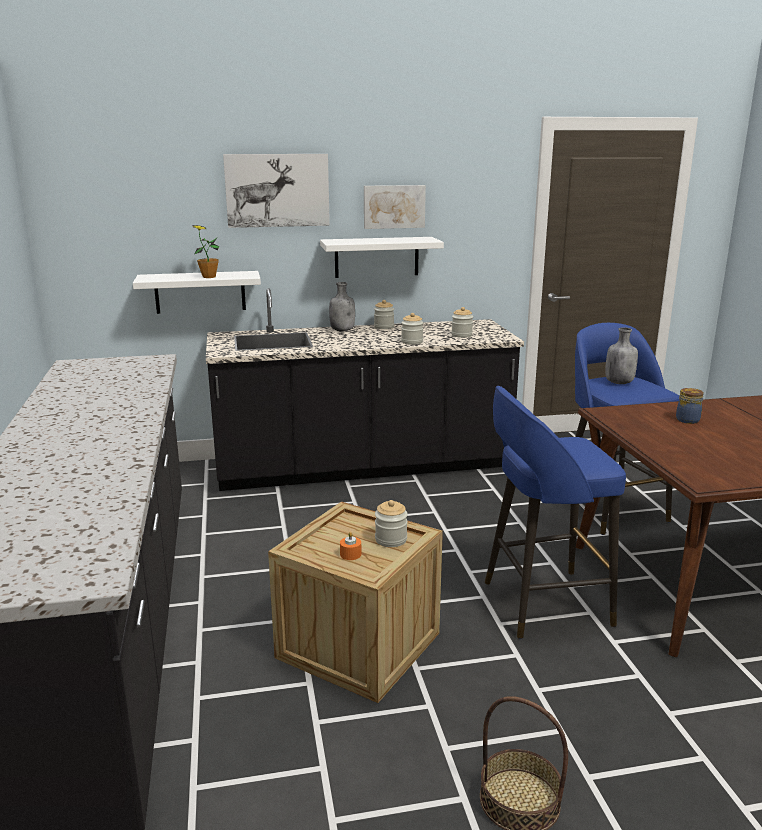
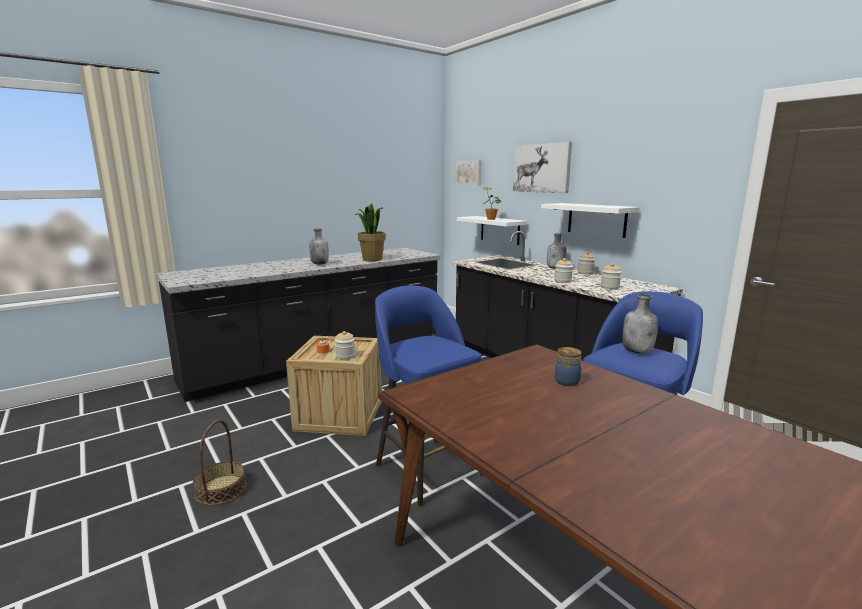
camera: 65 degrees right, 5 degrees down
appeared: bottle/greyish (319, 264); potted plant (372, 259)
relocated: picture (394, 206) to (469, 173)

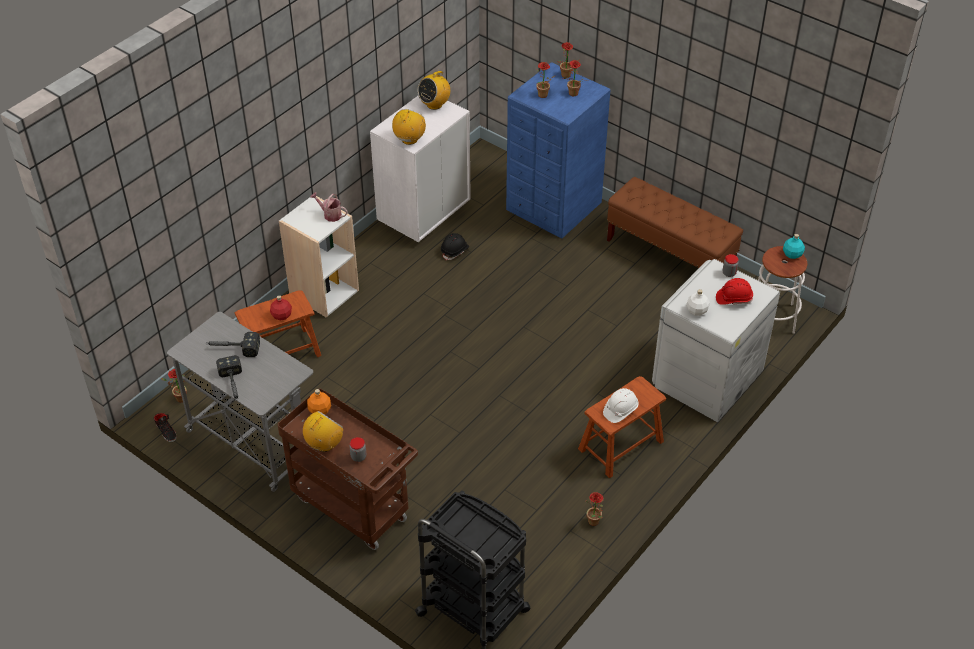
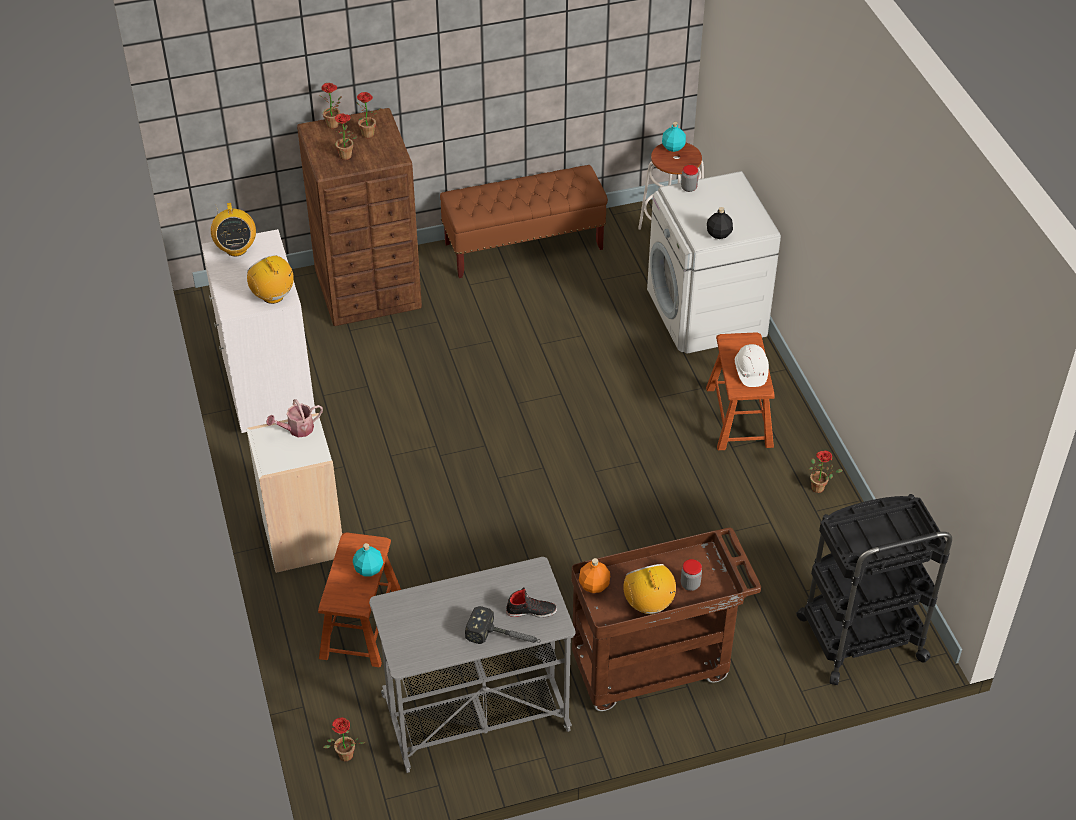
camera: 55 degrees left, 0 degrees up
missing: hand hammer (232, 348); safety helmet/black (455, 251); safety helmet/red (733, 298)
relocated: shoe/black (166, 431) to (531, 611)
colour: drawer chest/bluish (553, 207) to drawer chest/brownish (368, 289); bottle/red (281, 316) to bottle/turquoise (368, 569); bottle/white-coloured (697, 310) to bottle/black (719, 234)

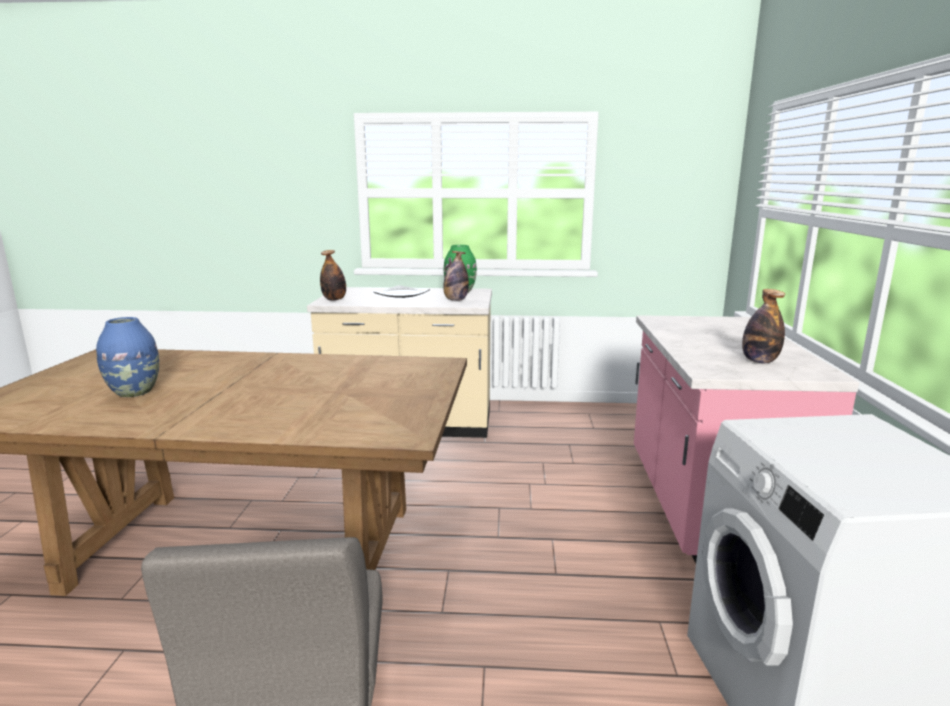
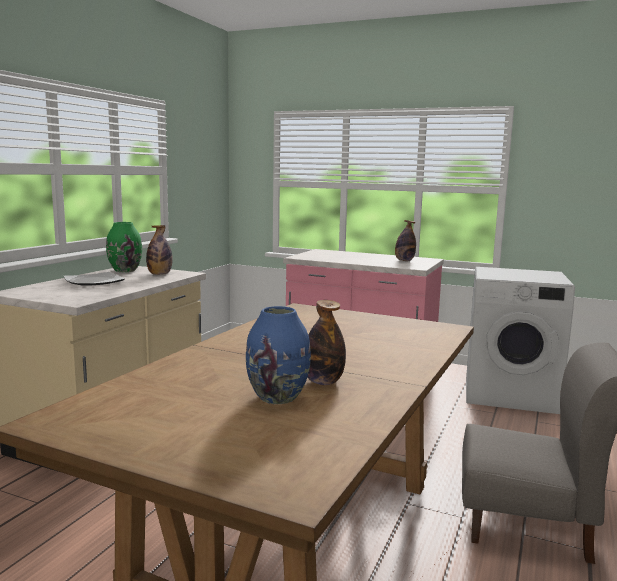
camera: 70 degrees left, 5 degrees down
relocated: bottle (334, 299) to (323, 382)

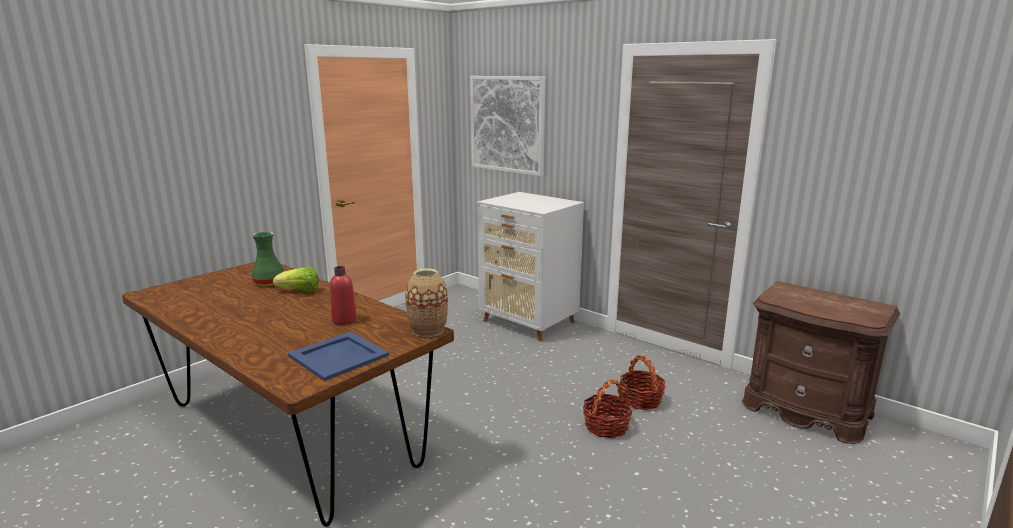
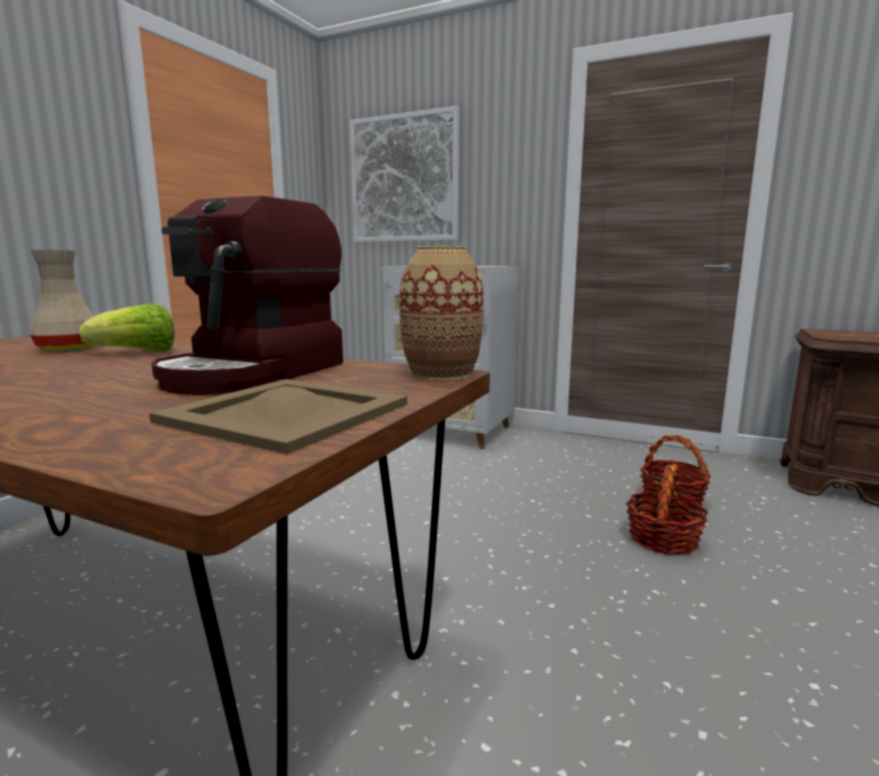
camera: 15 degrees left, 5 degrees down
exchanged: bottle/red (344, 320) to coffee brewer (255, 373)
colour: decorative vase/green-coloured (270, 283) to decorative vase/beige (70, 348); carrying tray/bluish (338, 356) to carrying tray/beige (286, 413)

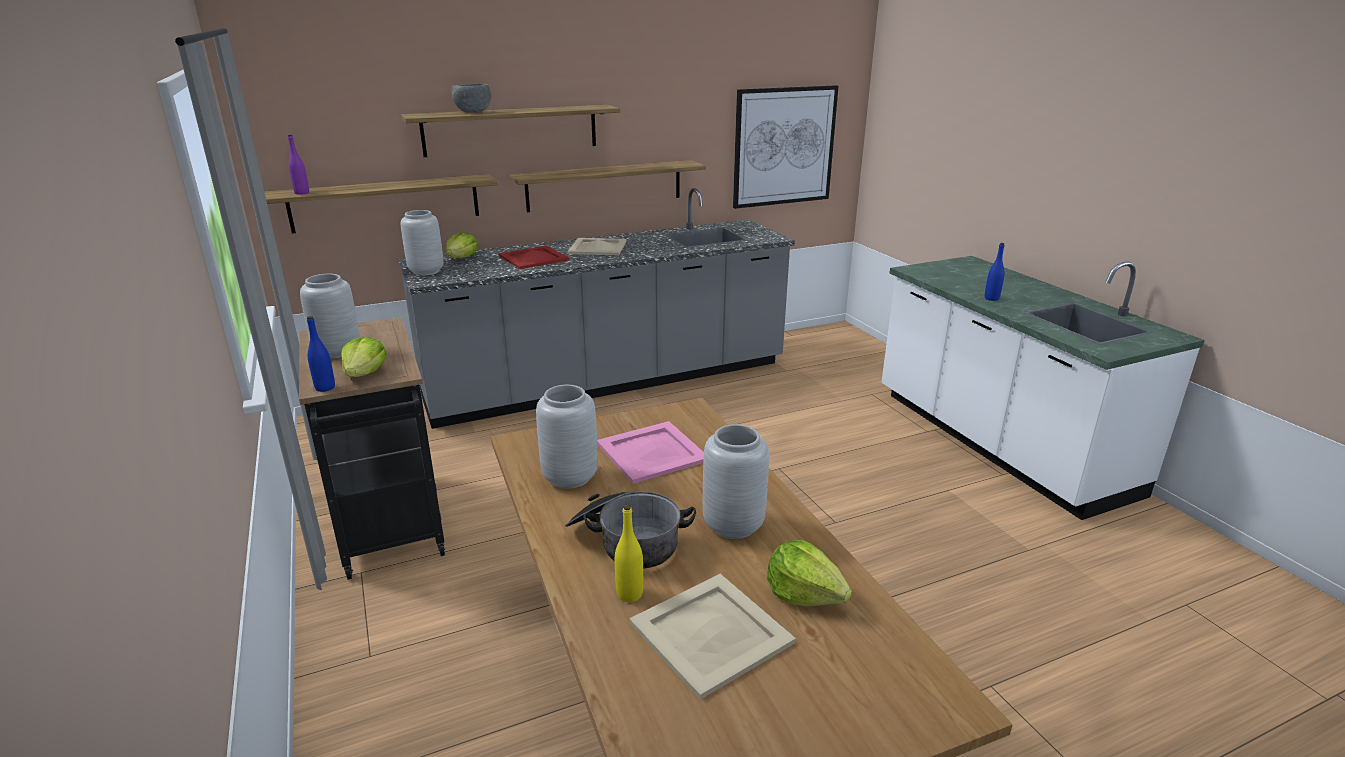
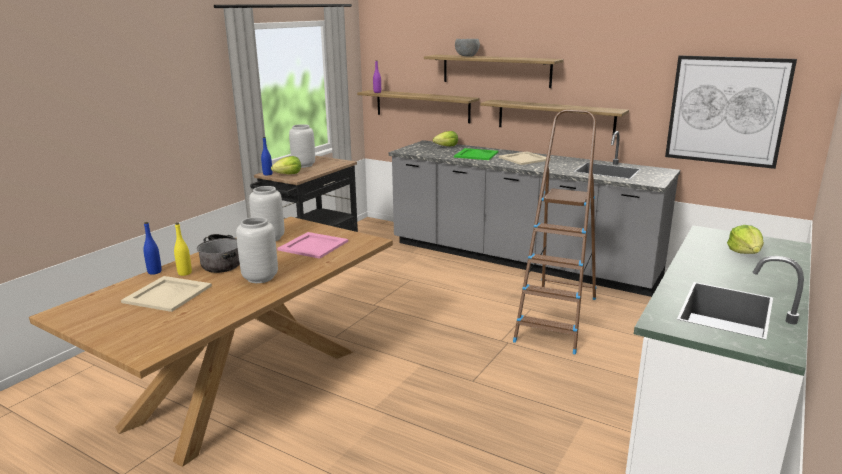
camera: 55 degrees right, 5 degrees down
missing: decorative vase/greyish (426, 271)
appeared: stepladder/brownish (557, 319)
relocated: bottle/bluish (991, 298) to (154, 272); head of lettuce (804, 593) to (745, 252)
colour: carrying tray/red (533, 258) to carrying tray/green-coloured (476, 155)

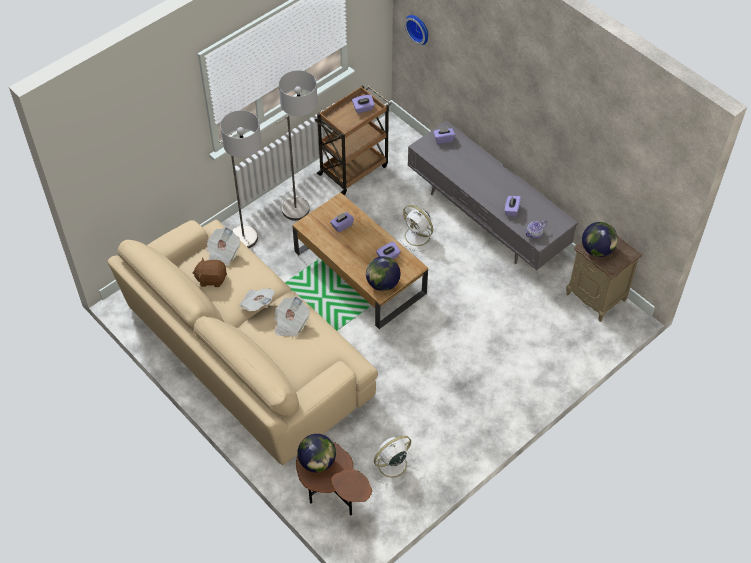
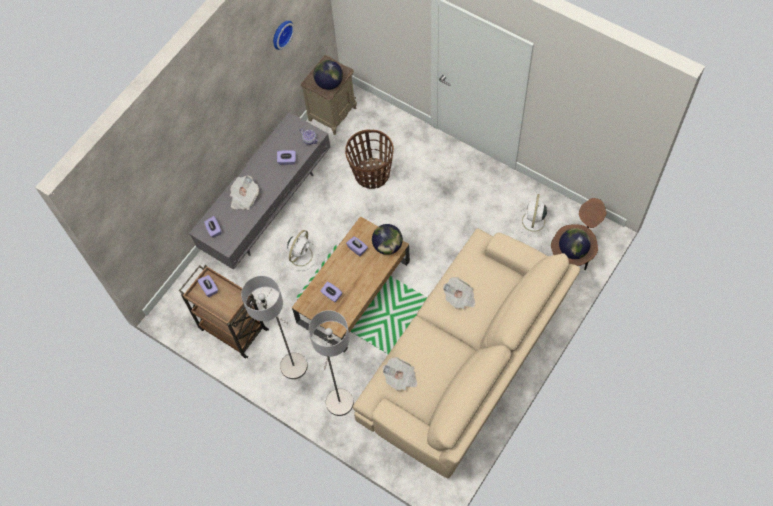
camera: 100 degrees left, 10 degrees up
missing: cuddly toy/brownish (211, 279)
appeared: basket (371, 174)
relocated: newspaper (257, 304) to (244, 198); clock on the wall (418, 28) to (281, 33)
spun: cooling fan/white-coloured (391, 465) = (533, 222) 60 degrees clockwise

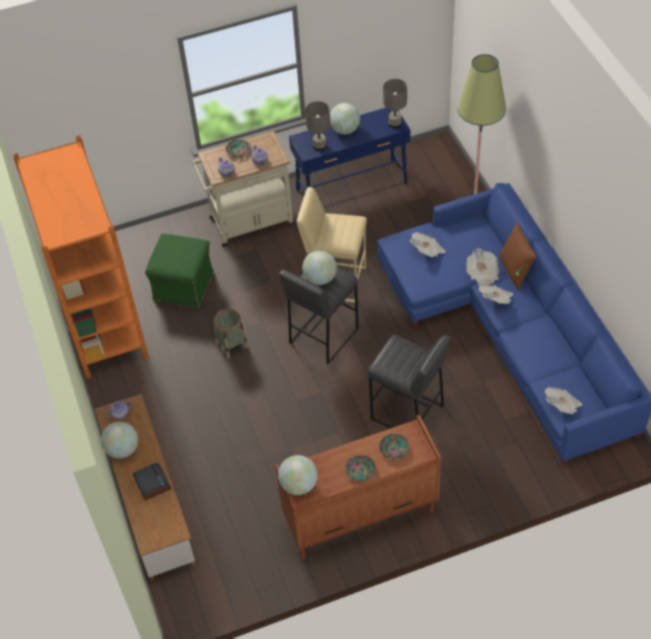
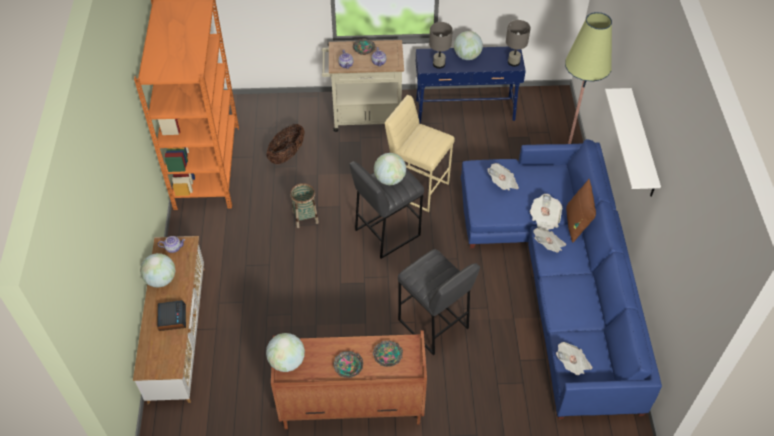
camera: 15 degrees right, 0 degrees up
appeared: bracket shelf/white-coloured (642, 144)
exchanged: pouffe/green-coloured (183, 285) to basket (287, 154)

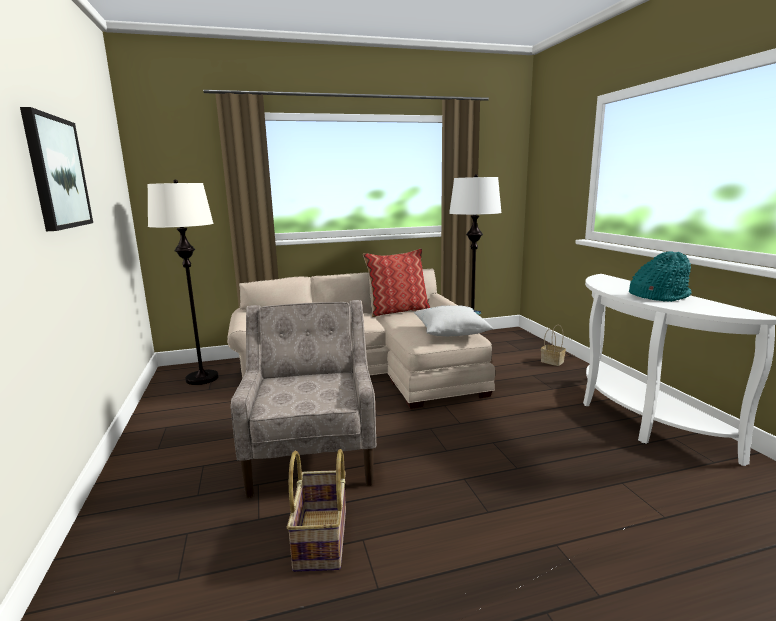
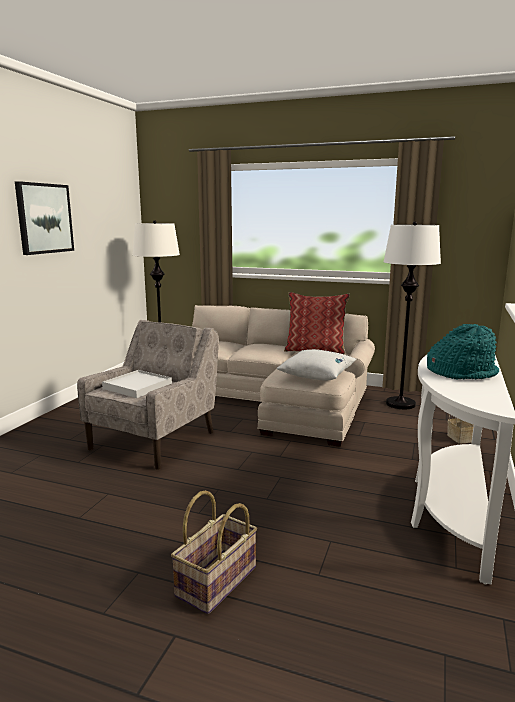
camera: 35 degrees right, 0 degrees up
appeared: carrying tray/white-coloured (137, 386)
relocated: basket (322, 539) to (217, 582)

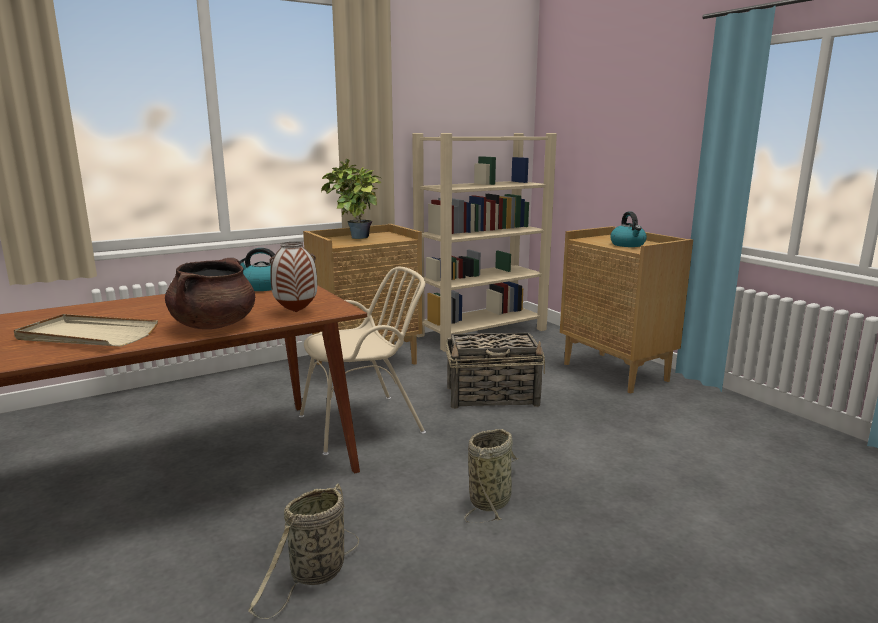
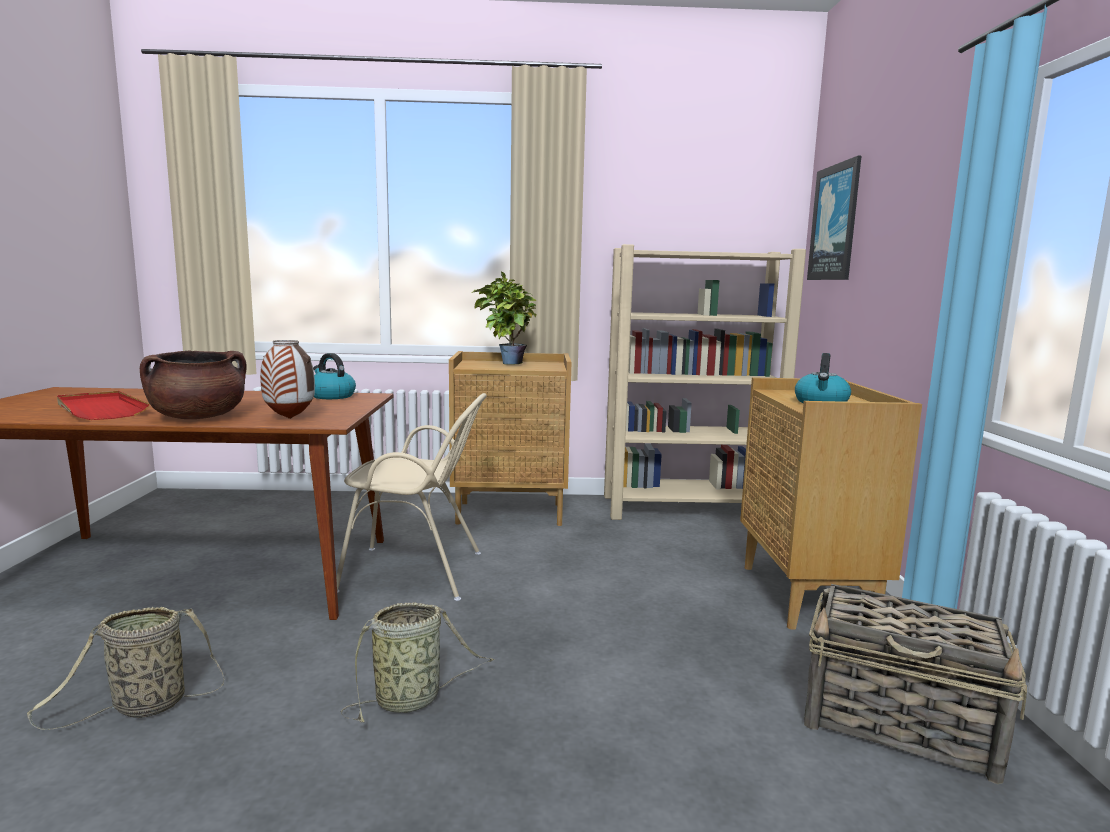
camera: 30 degrees right, 5 degrees down
appeared: picture (835, 223)
relocated: basket (493, 396) to (900, 725)
colour: carrying tray/beige (86, 336) to carrying tray/red (100, 409)

